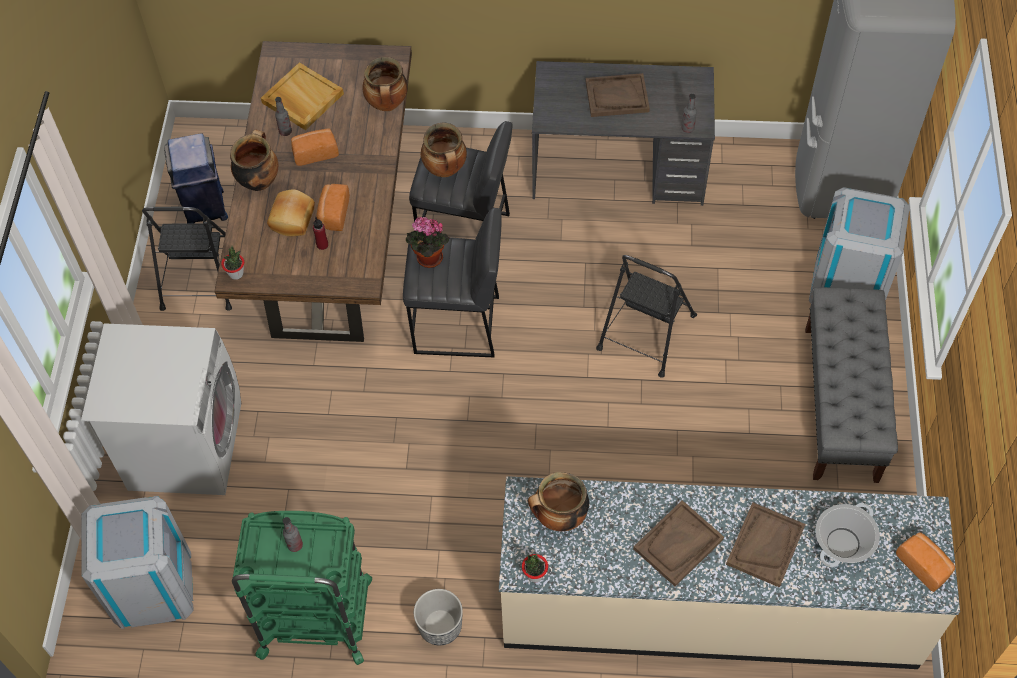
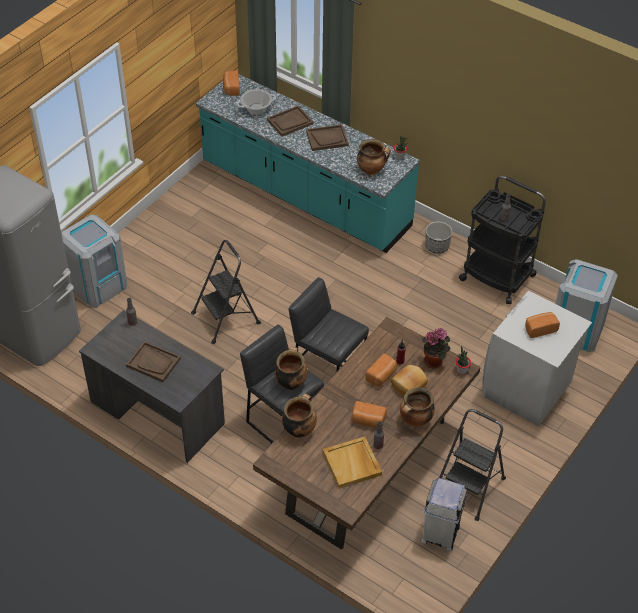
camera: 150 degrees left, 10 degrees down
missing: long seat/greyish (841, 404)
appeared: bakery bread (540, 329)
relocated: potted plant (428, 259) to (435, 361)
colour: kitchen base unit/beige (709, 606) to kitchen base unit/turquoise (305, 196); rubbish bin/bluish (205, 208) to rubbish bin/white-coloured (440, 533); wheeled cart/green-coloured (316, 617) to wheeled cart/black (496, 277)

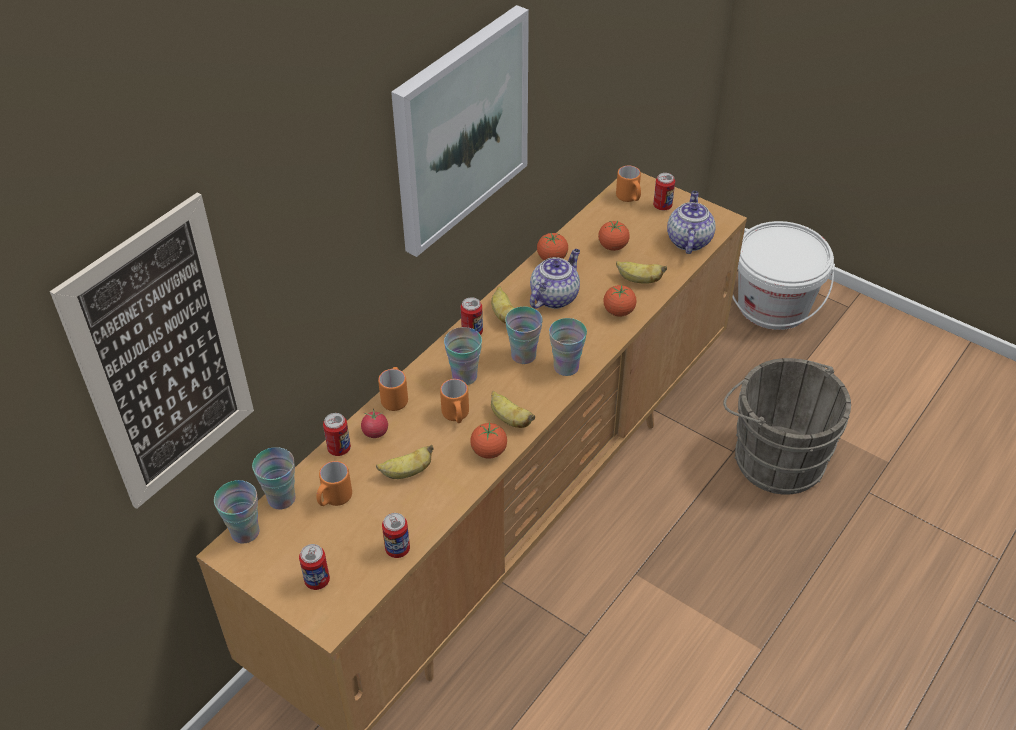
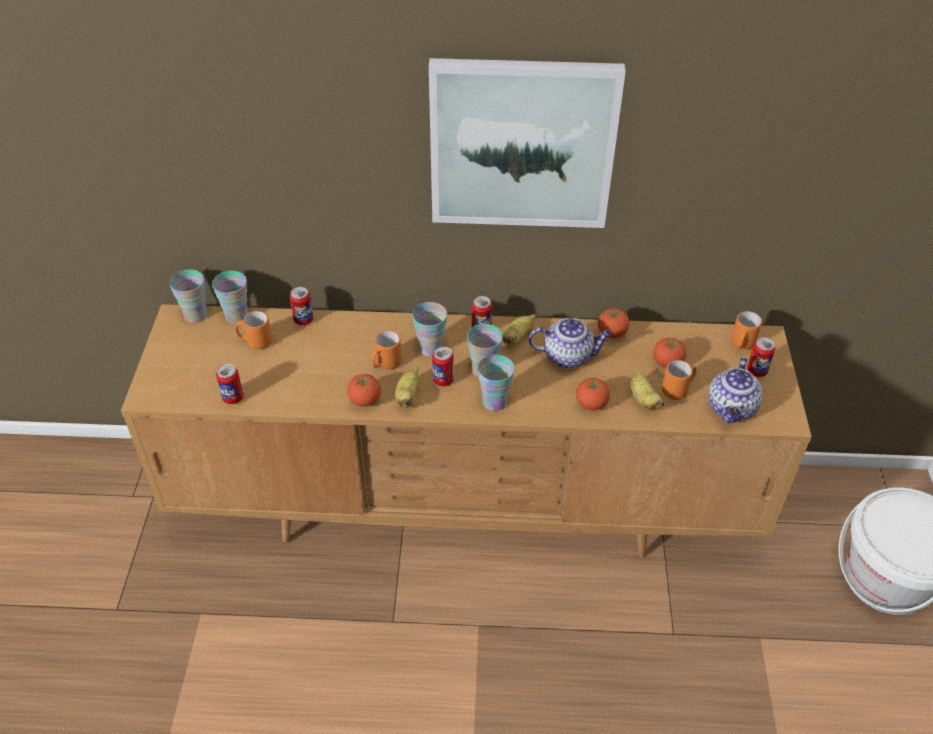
camera: 55 degrees right, 0 degrees up
missing: picture (163, 357); fresh tomato (375, 432); banana (407, 472); bucket/greyish (774, 457)
relocated: can (317, 580) to (443, 380); mug/orangey (395, 398) to (678, 389)
spun: teapot (688, 240) = (731, 409) 135 degrees clockwise

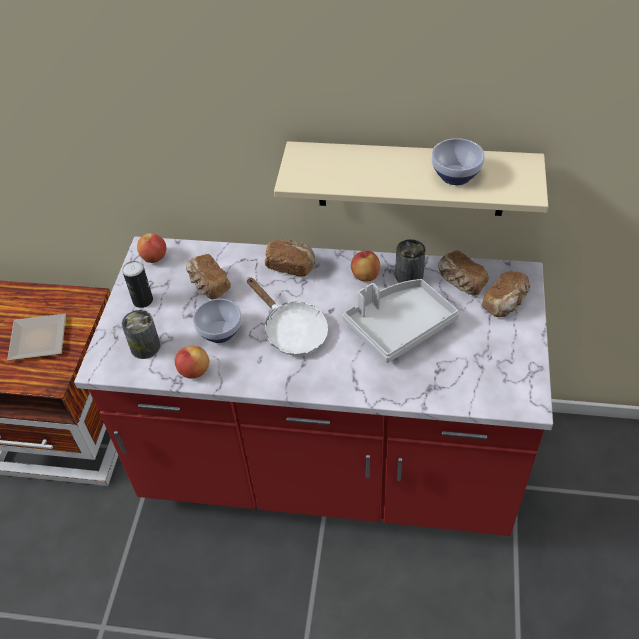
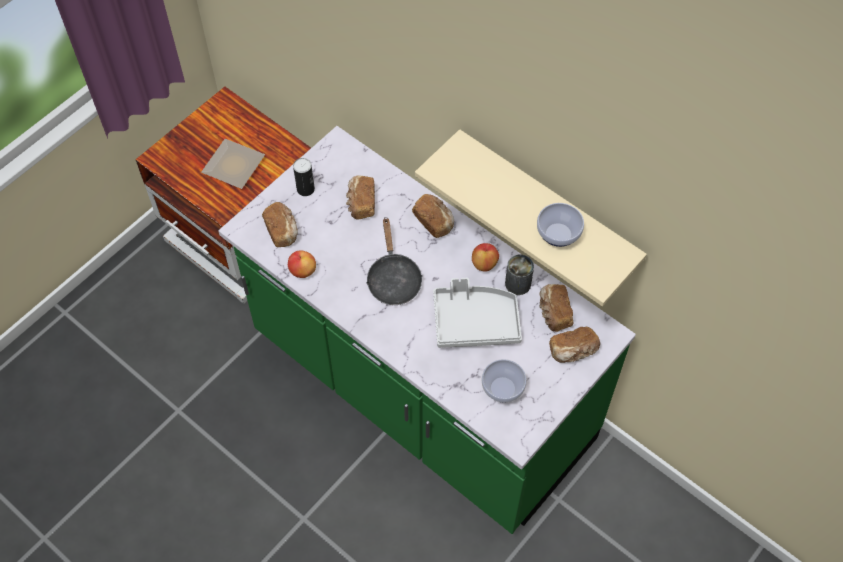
camera: 30 degrees right, 10 degrees up
missing: apple (154, 258)
relocated: bowl (219, 333) to (501, 390)
exchanged: can (145, 347) to bakery bread (282, 230)
colour: kitchen base unit/red (328, 465) to kitchen base unit/green-coloured (421, 390); pan/white-coloured (291, 331) to pan/black (393, 279)

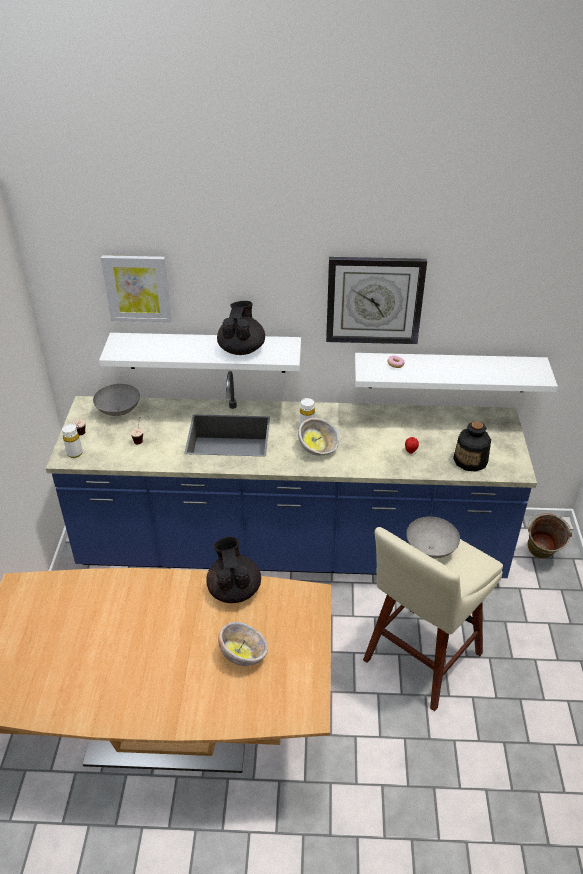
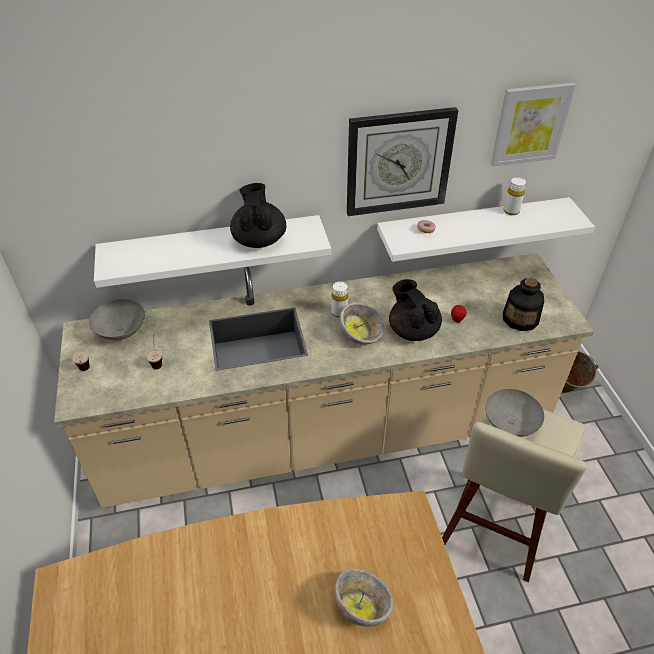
camera: 15 degrees left, 5 degrees up
relocated: teapot/black (234, 589) to (413, 330); picture (137, 288) to (530, 124); bottle/white-coloured (74, 453) to (511, 211)
colour: kitchen base unit/bluish (291, 548) to kitchen base unit/beige (327, 434)

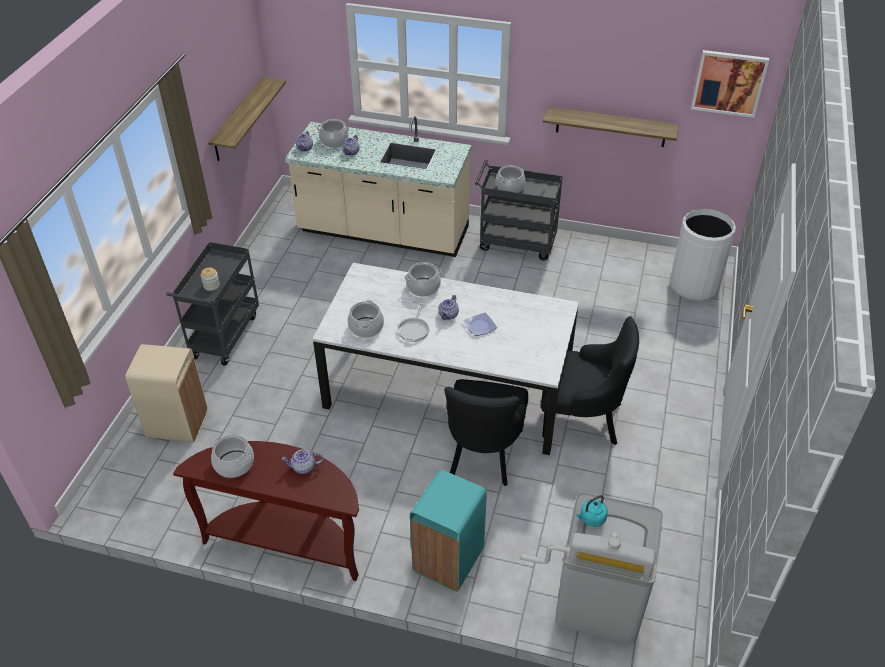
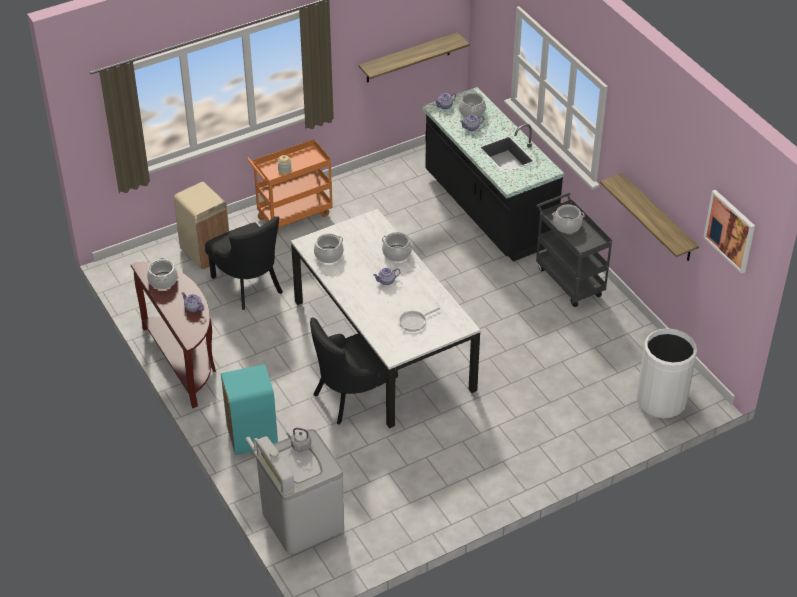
camera: 45 degrees right, 0 degrees up
missing: flat dish (480, 326)
relocated: plain chair/black (580, 418) to (247, 284); pan (414, 329) to (414, 322)
colour: wheeled cart/greyish (225, 339) to wheeled cart/orangey (292, 218); tea kettle/turquoise (591, 518) to tea kettle/greyish (300, 445); kitchen base unit/beige (383, 232) to kitchen base unit/black (487, 210)

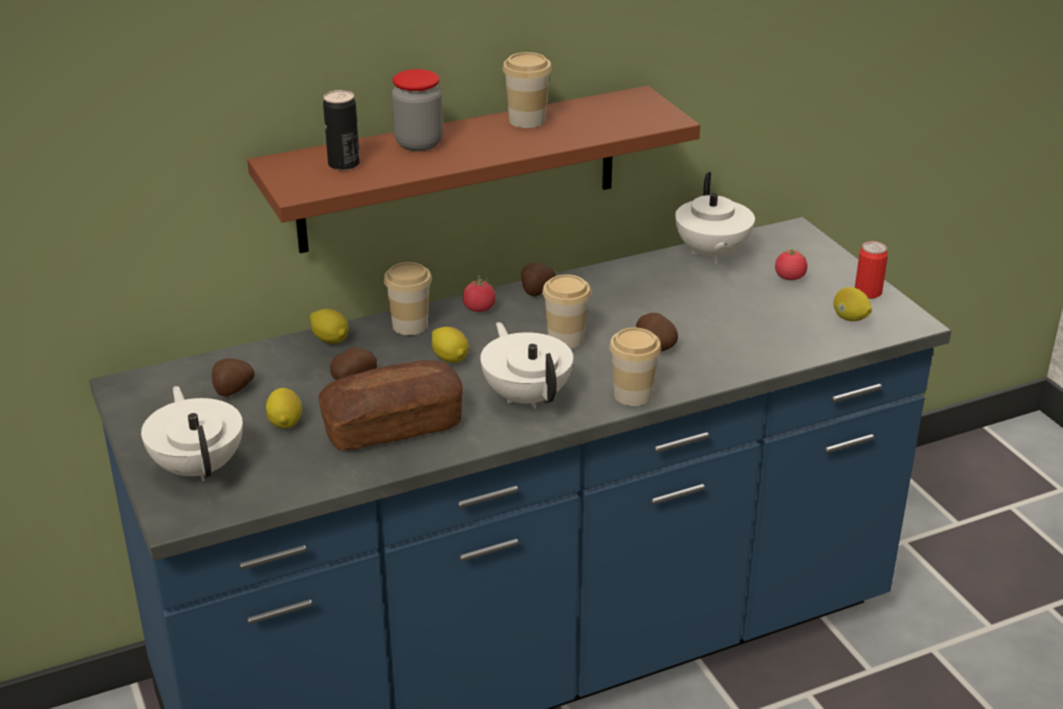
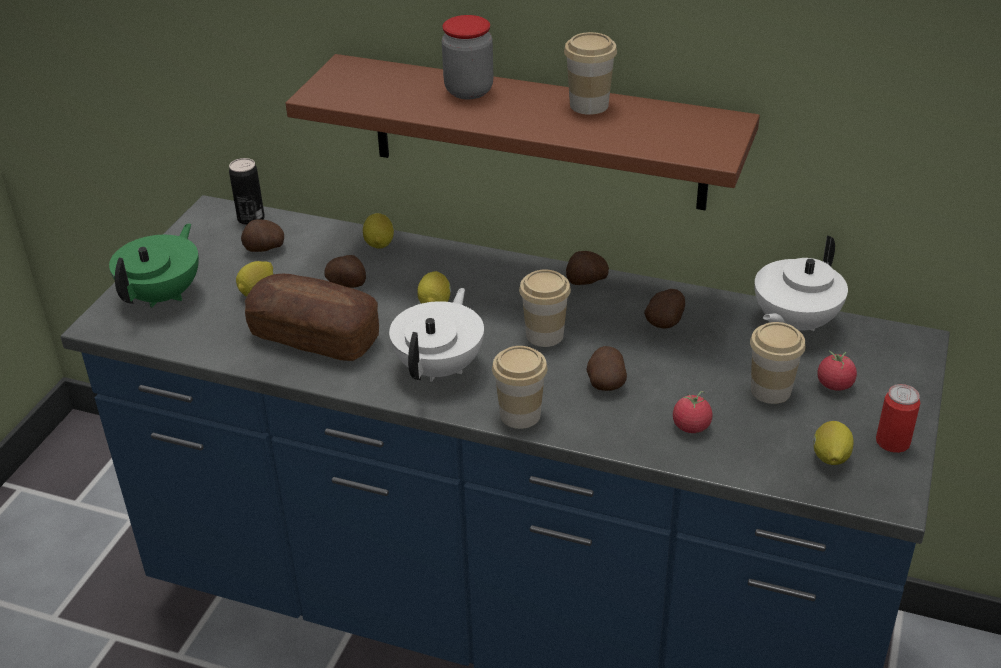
camera: 45 degrees right, 5 degrees up
appeared: whole potato (666, 322)
relocated: can (344, 164) to (251, 219); fresh tomato (479, 308) to (691, 426); drinking cup (410, 325) to (770, 390)
colour: teapot/white-coloured (199, 467) to teapot/green-coloured (164, 295)

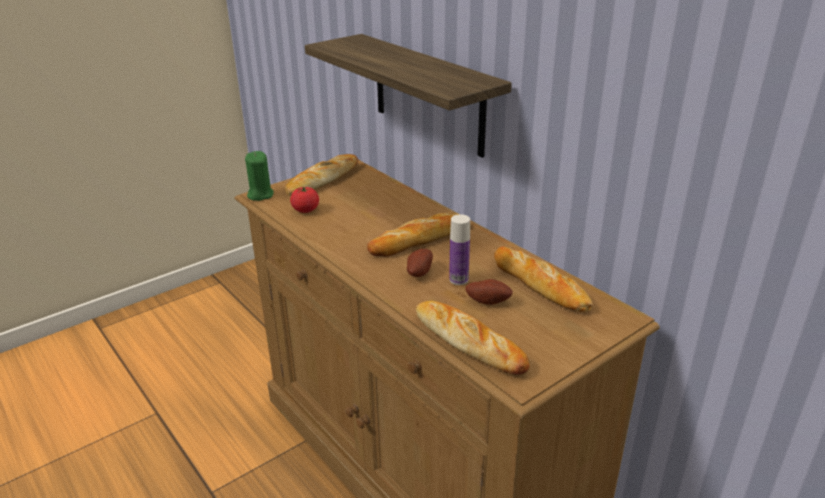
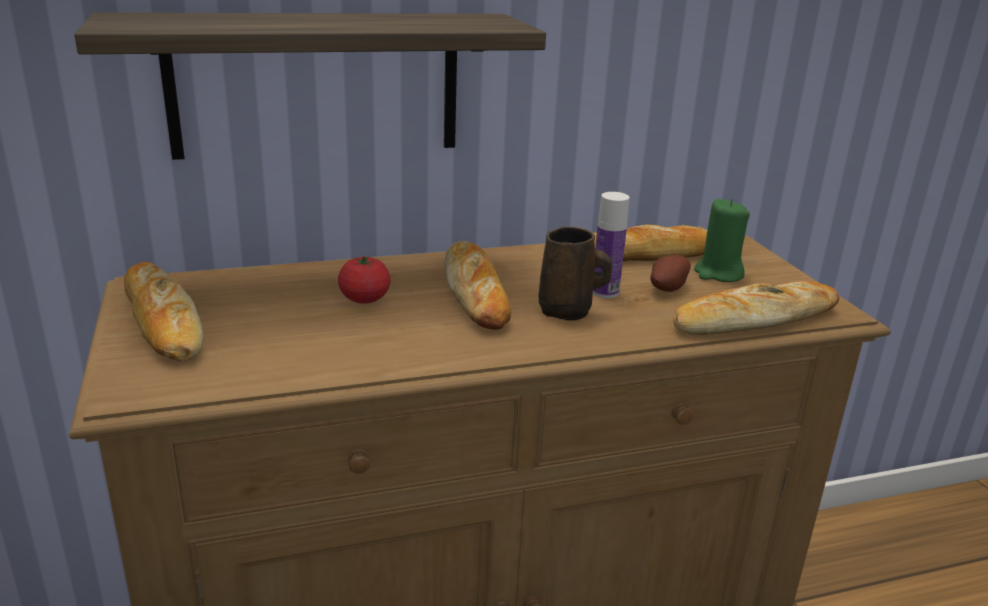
camera: 70 degrees left, 5 degrees down
relocated: fresh tomato (305, 210) to (364, 299); wax light/green-coloured (260, 195) to (718, 274)
exchanged: whole potato (418, 272) to mug/brownish (568, 311)

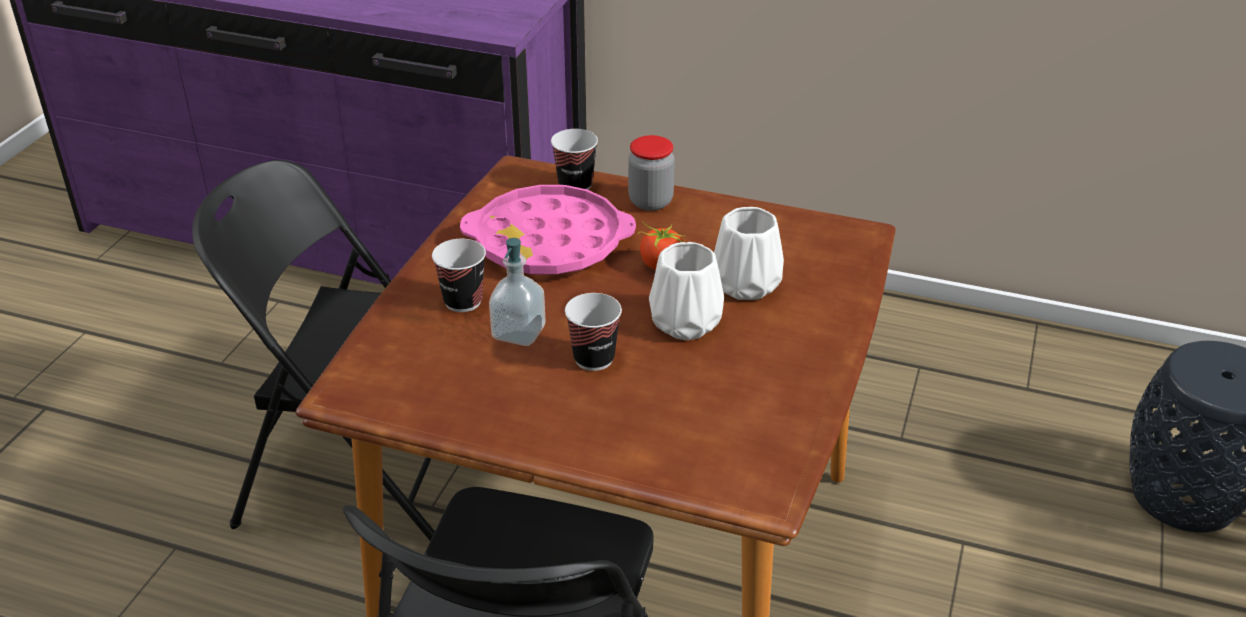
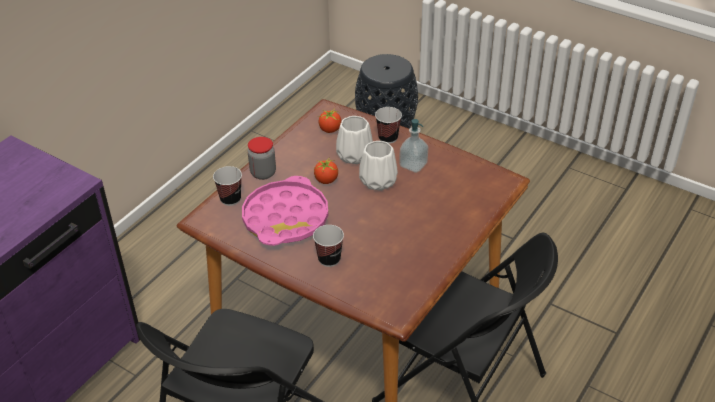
camera: 75 degrees left, 5 degrees up
appeared: fresh tomato (330, 130)
relocated: drinking cup (594, 358) to (388, 138); soap dispenser (518, 333) to (413, 165)

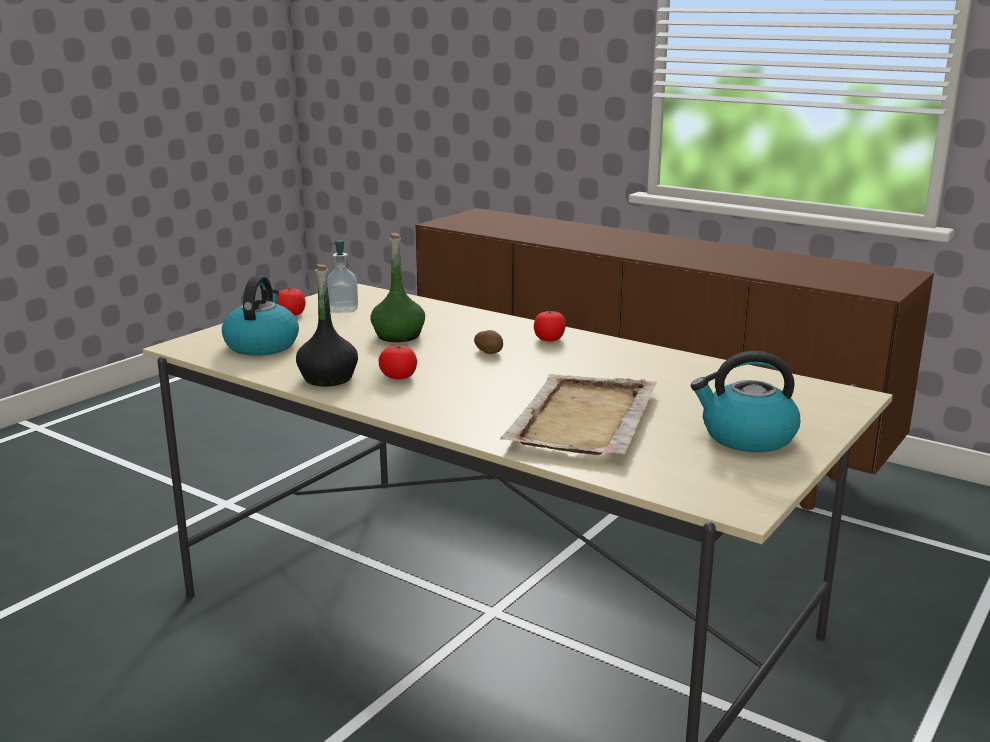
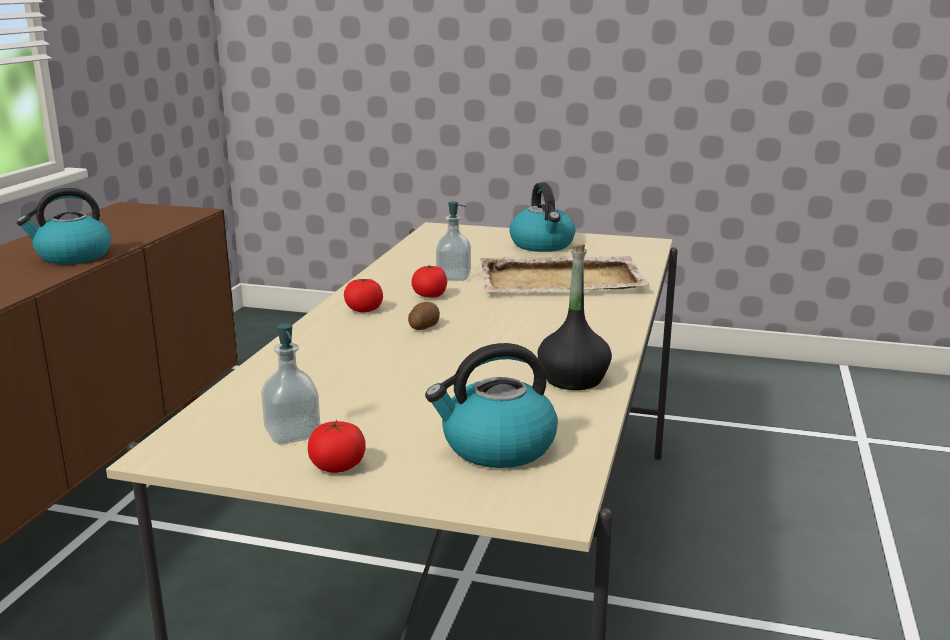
camera: 110 degrees left, 0 degrees up
missing: bottle/green-coloured (398, 336)
appeared: tea kettle (73, 256); soap dispenser (453, 277)
relocated: fresh tomato (398, 376) to (430, 296)

